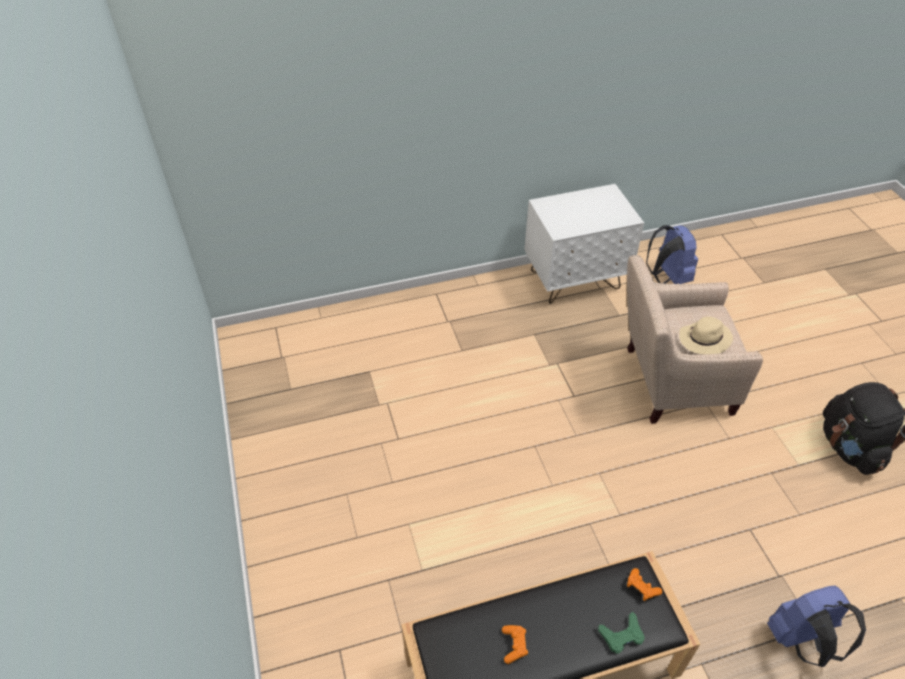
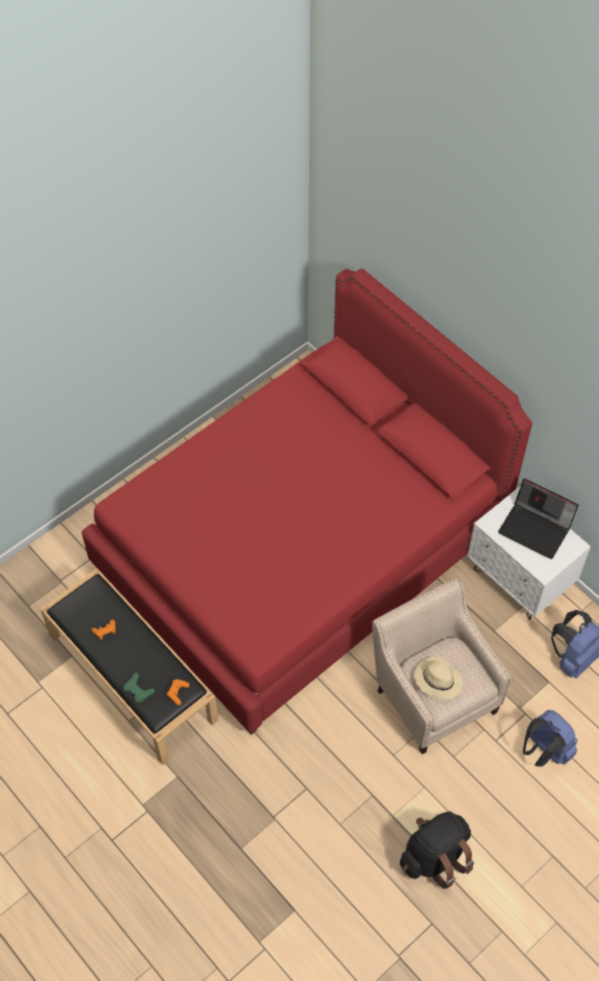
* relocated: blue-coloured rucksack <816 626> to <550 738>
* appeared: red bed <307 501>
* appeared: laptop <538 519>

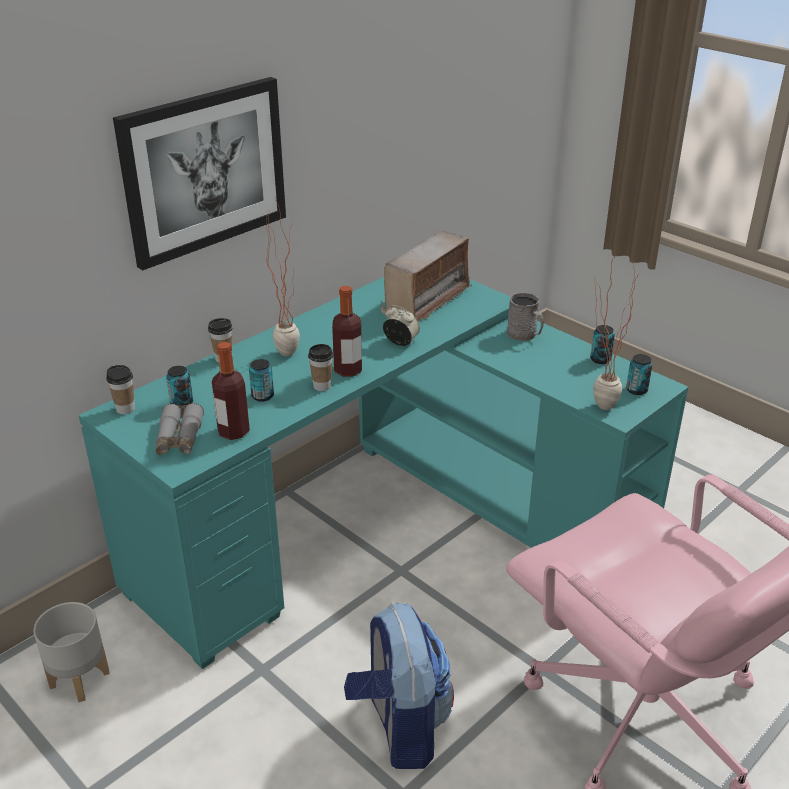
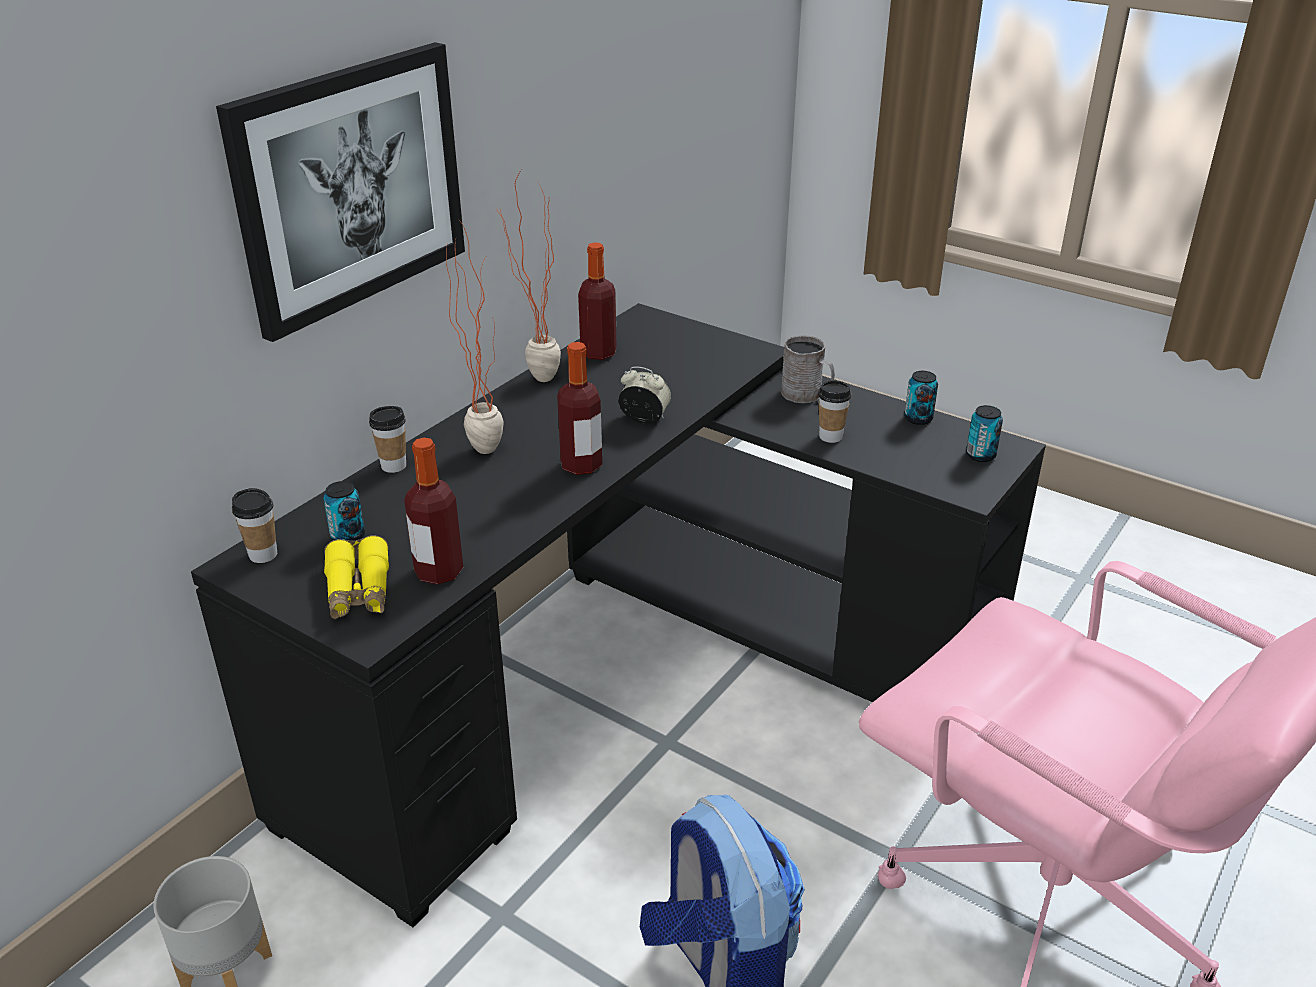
* missing: radio <426 276>
* relocated: houseplant <616 331> to <528 276>
* colour: turquoise-coloured desk <383 473> to black-coloured desk <618 615>
* relocated: drinking cup <320 367> to <834 411>
* missing: can <261 380>
* colour: grey binoculars <180 429> to yellowish binoculars <356 577>
* appeared: bottle <597 301>

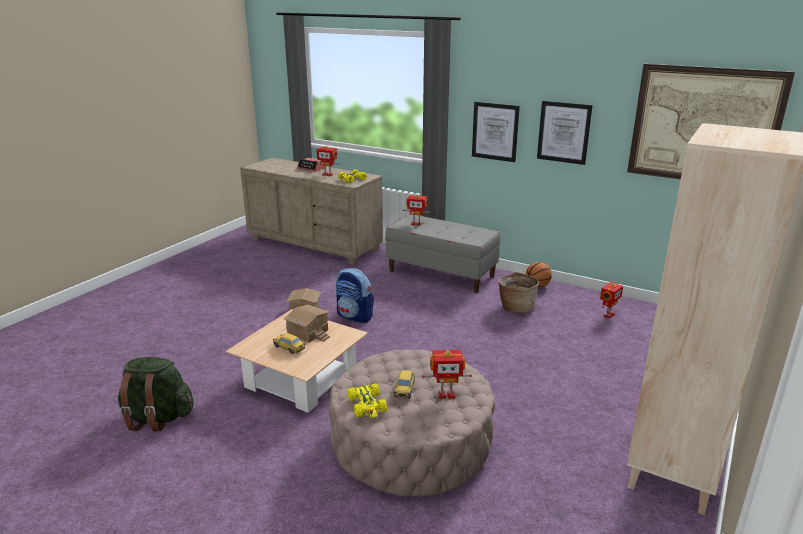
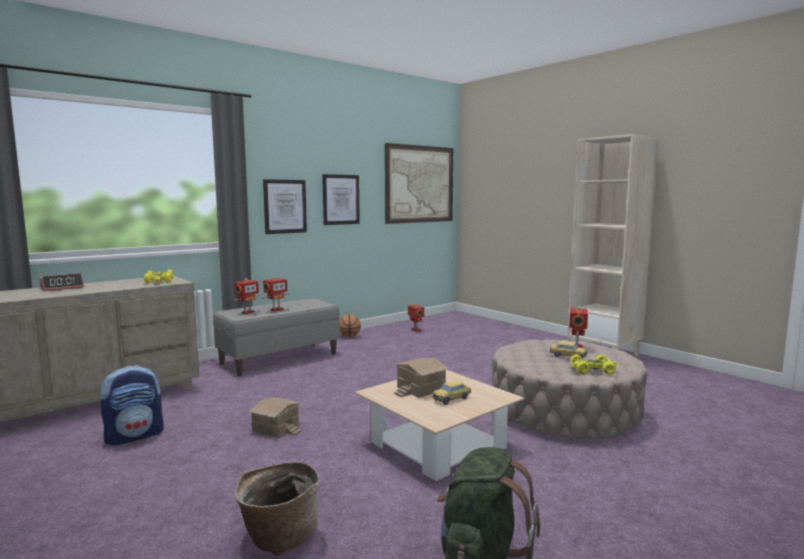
* relocated: toy robot <327 161> to <275 294>
* relocated: rucksack <355 295> to <132 405>
* relocated: basket <518 292> to <277 509>

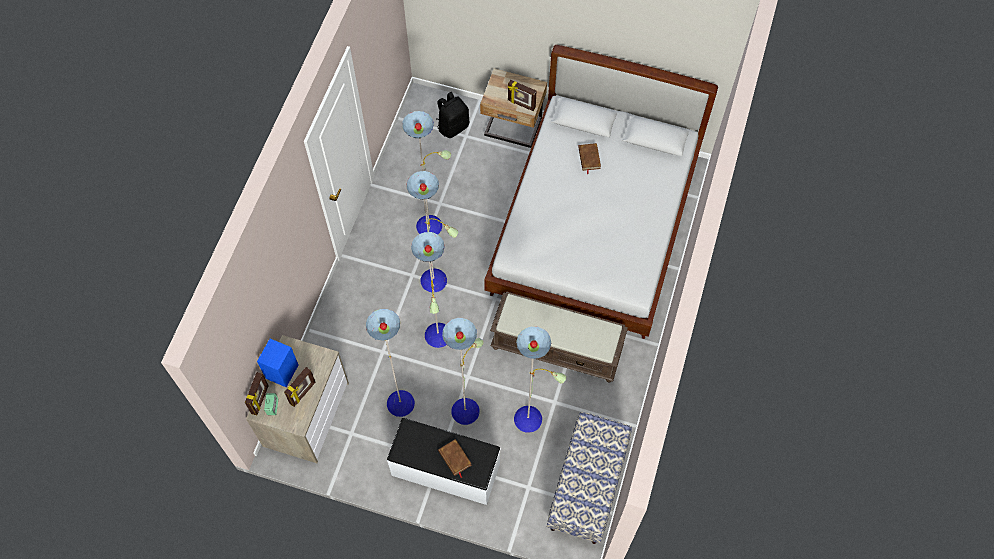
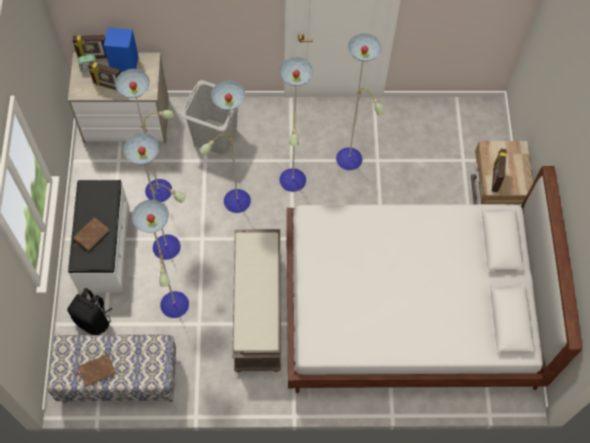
* relocated: black-coloured rucksack <453 115> to <90 311>
* relocated: brown book <589 158> to <95 370>
* appeared: grey washing basket <209 117>

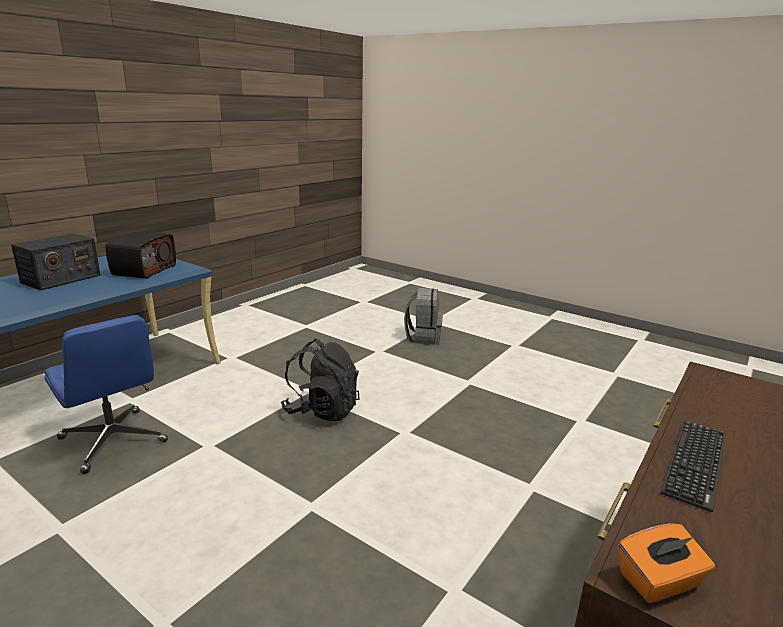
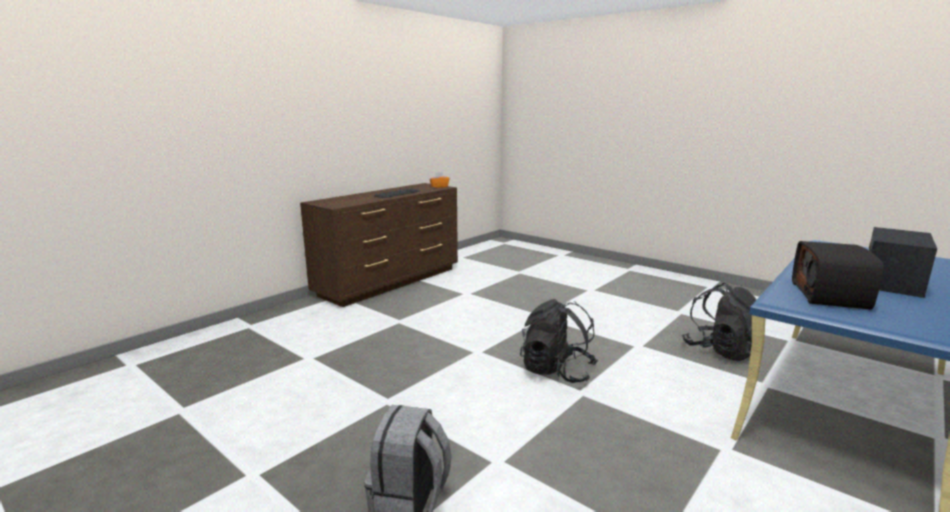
* exchanged: blue-coloured desk chair <106 394> to black-coloured rucksack <719 322>

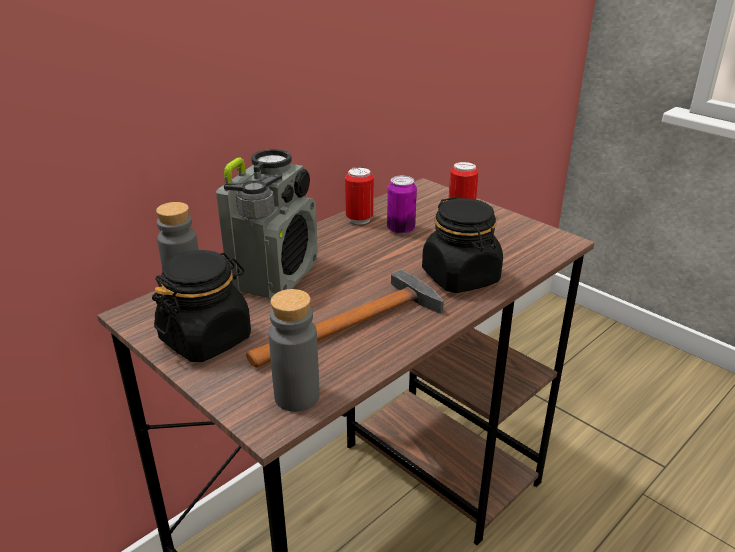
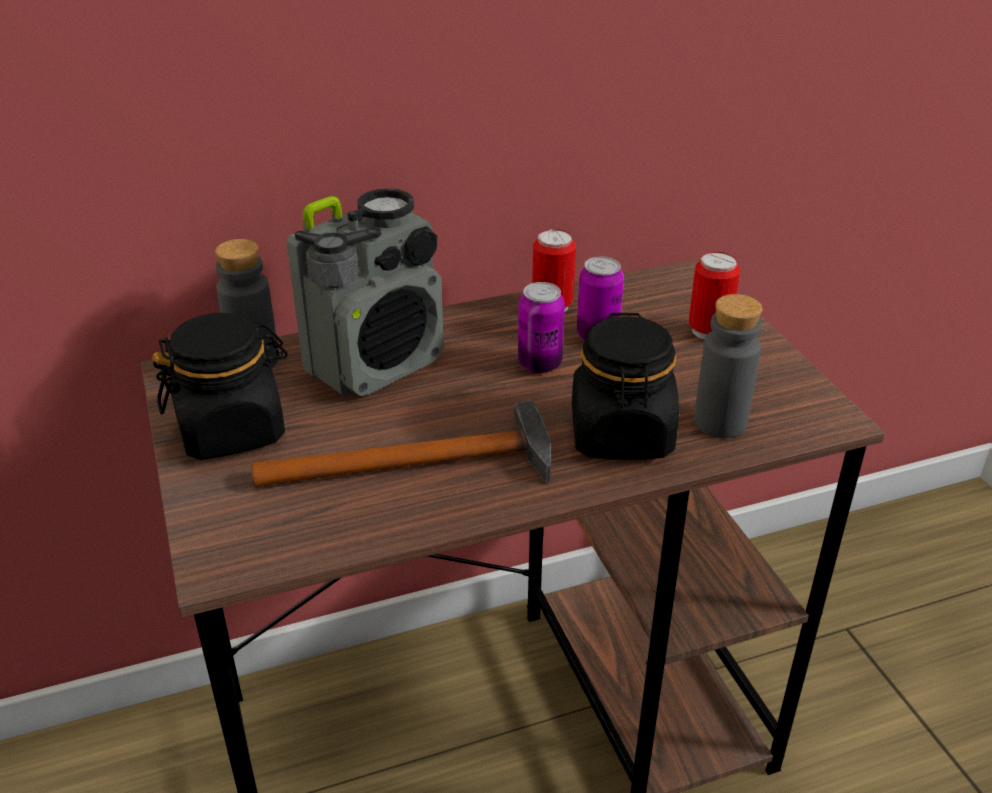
* relocated: grey bottle <294 350> to <728 366>
* appeared: can <541 328>

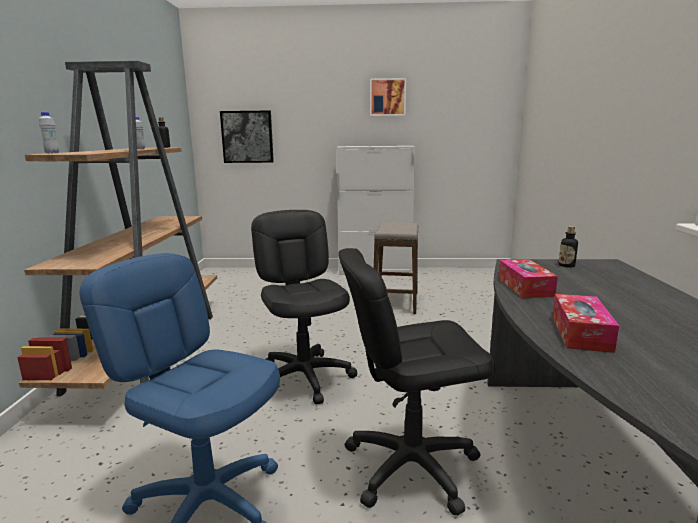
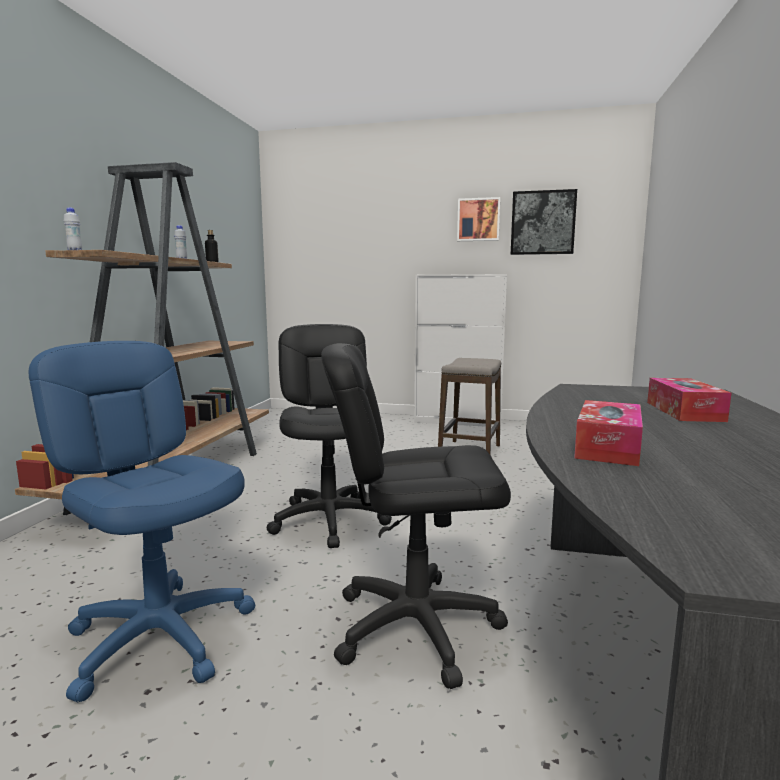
* relocated: picture <247 136> to <544 222>
* missing: bottle <568 247>
* relocated: tissue box <528 278> to <689 400>

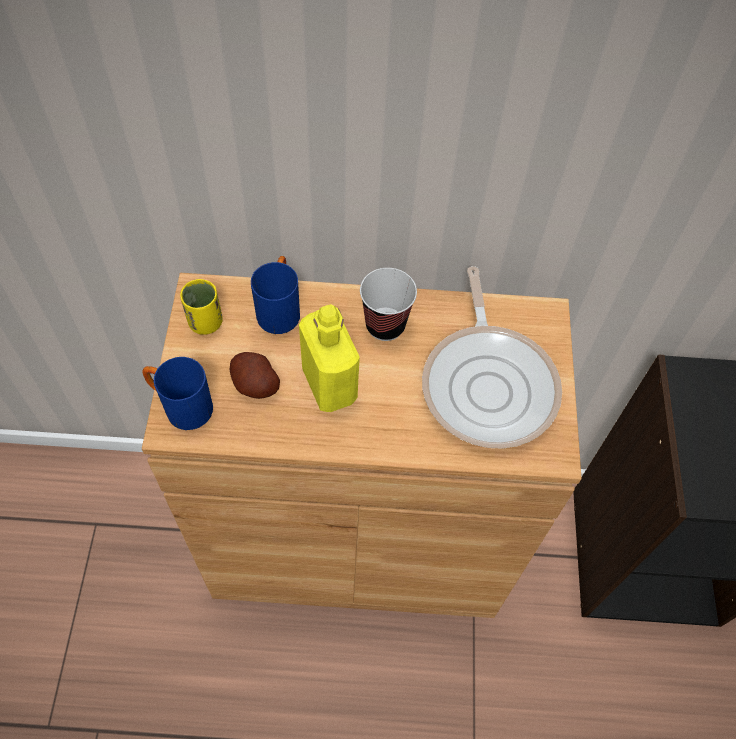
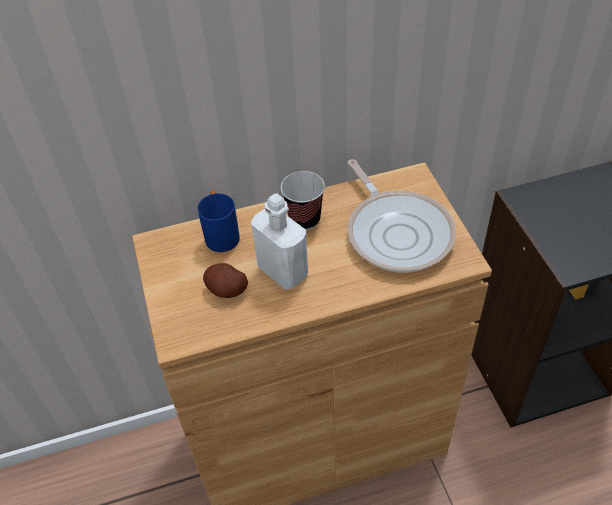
* missing: yellowish drinking cup <201 307>
* colour: yellowish bottle <329 358> to white-coloured bottle <279 241>
* missing: blue-coloured tea mug <177 393>

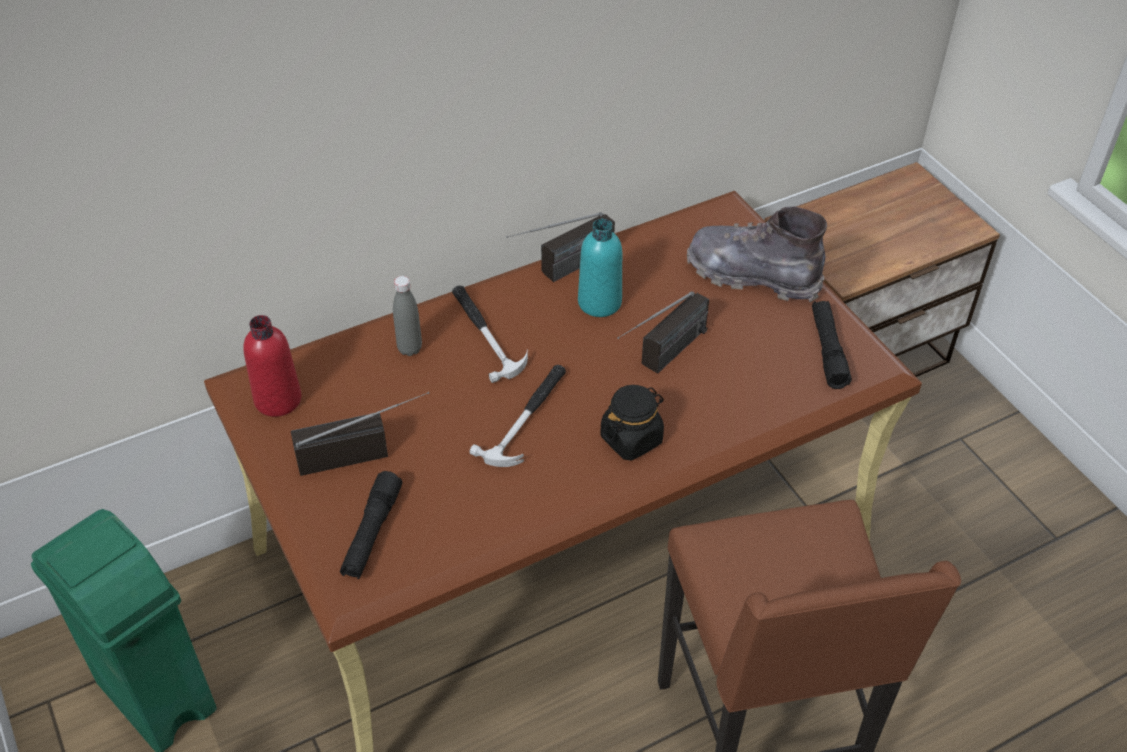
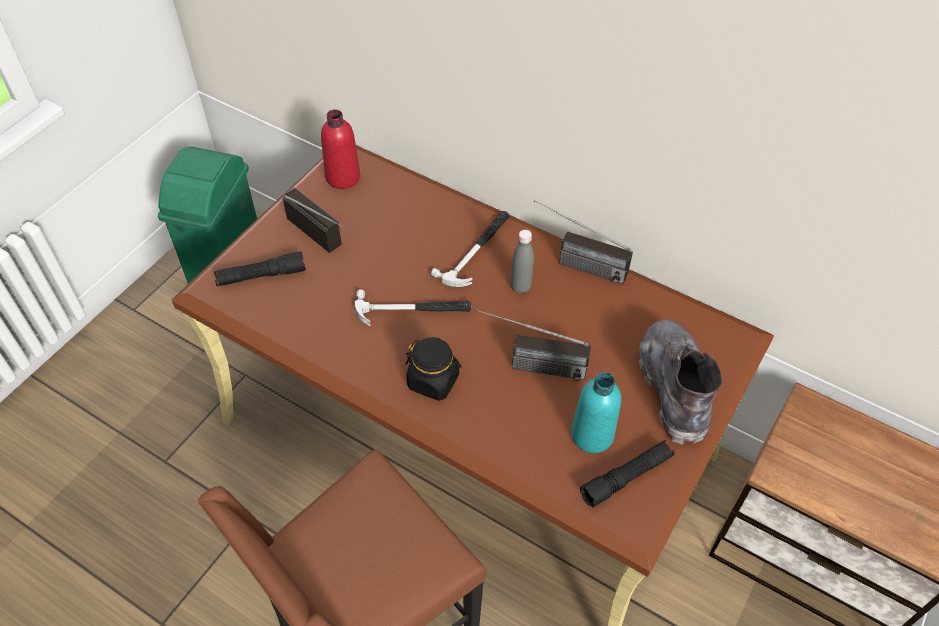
* relocated: turquoise-coloured bottle <600 268> to <596 412>
* relocated: grey bottle <407 316> to <522 261>

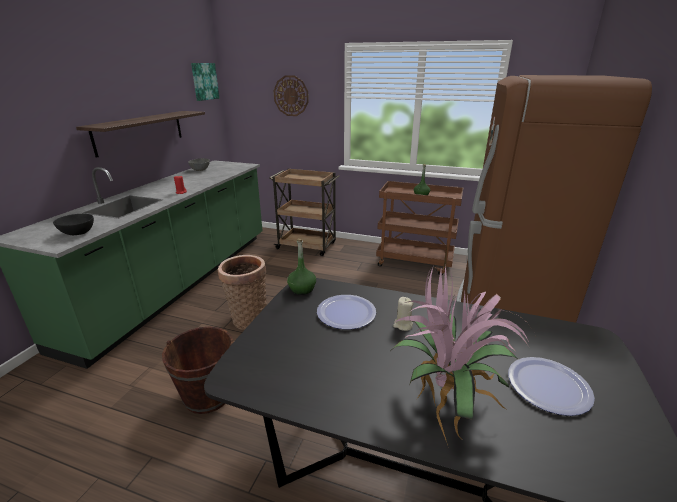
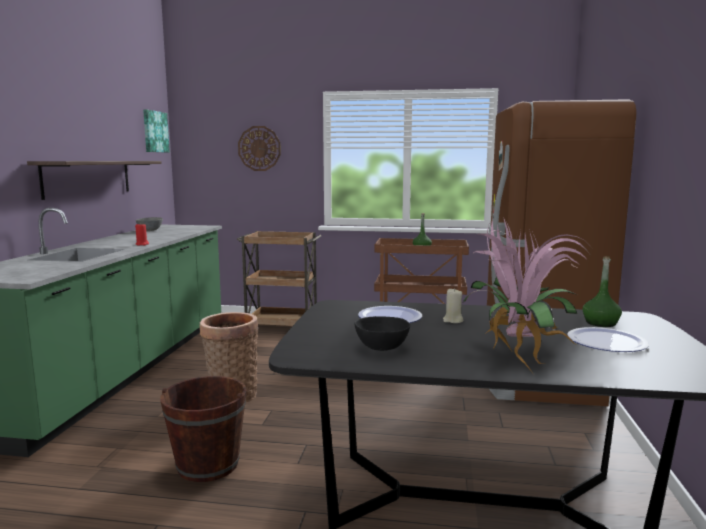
* relocated: black-coloured serving bowl <73 224> to <382 333>
* relocated: green-coloured bottle <301 267> to <602 291>

